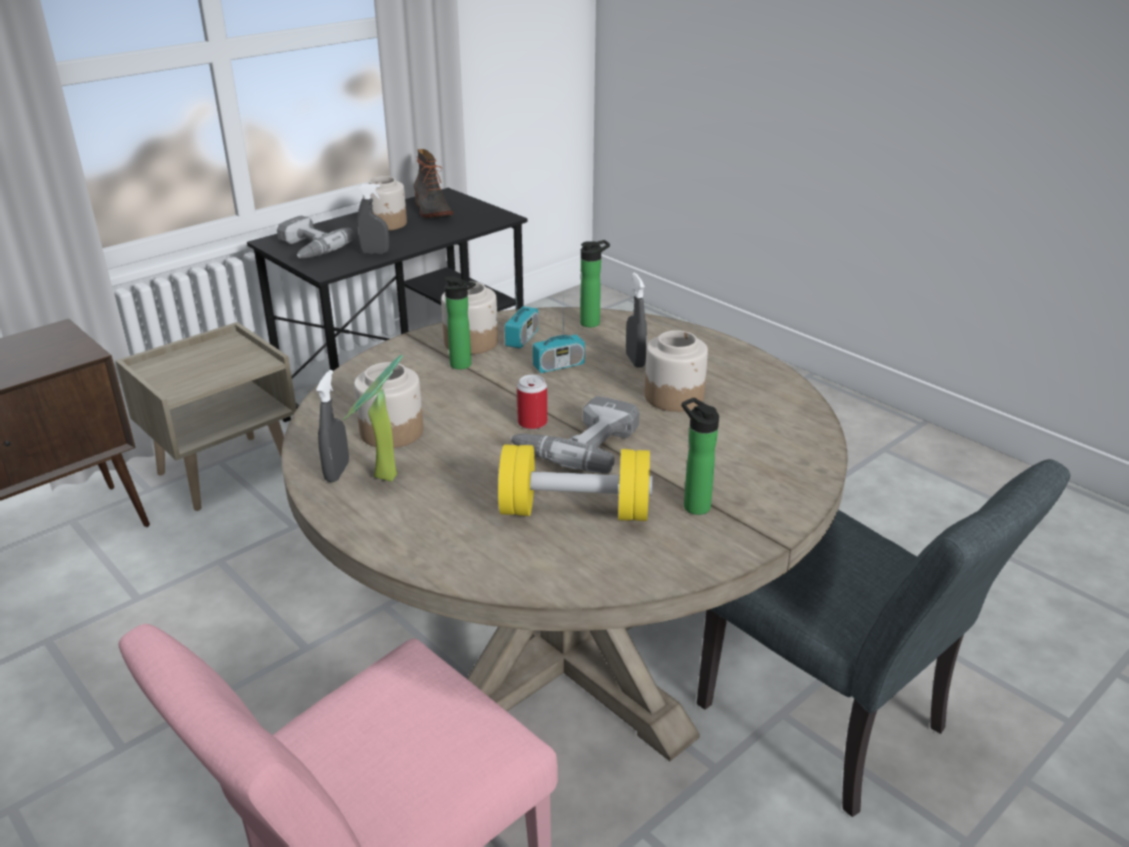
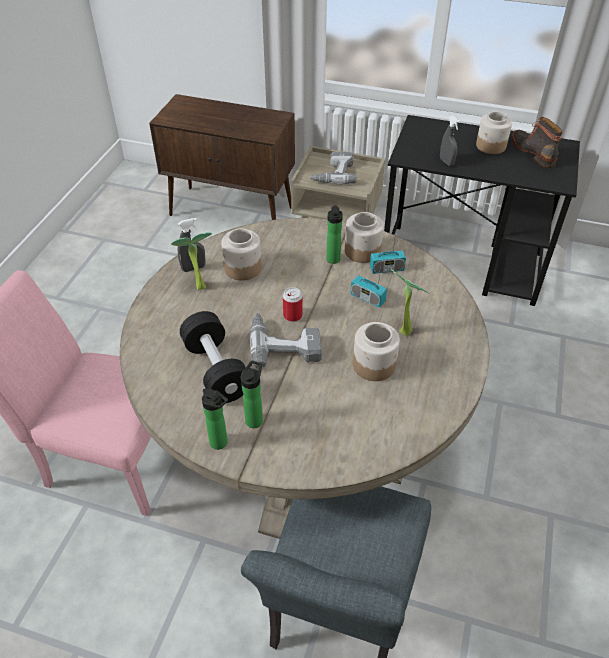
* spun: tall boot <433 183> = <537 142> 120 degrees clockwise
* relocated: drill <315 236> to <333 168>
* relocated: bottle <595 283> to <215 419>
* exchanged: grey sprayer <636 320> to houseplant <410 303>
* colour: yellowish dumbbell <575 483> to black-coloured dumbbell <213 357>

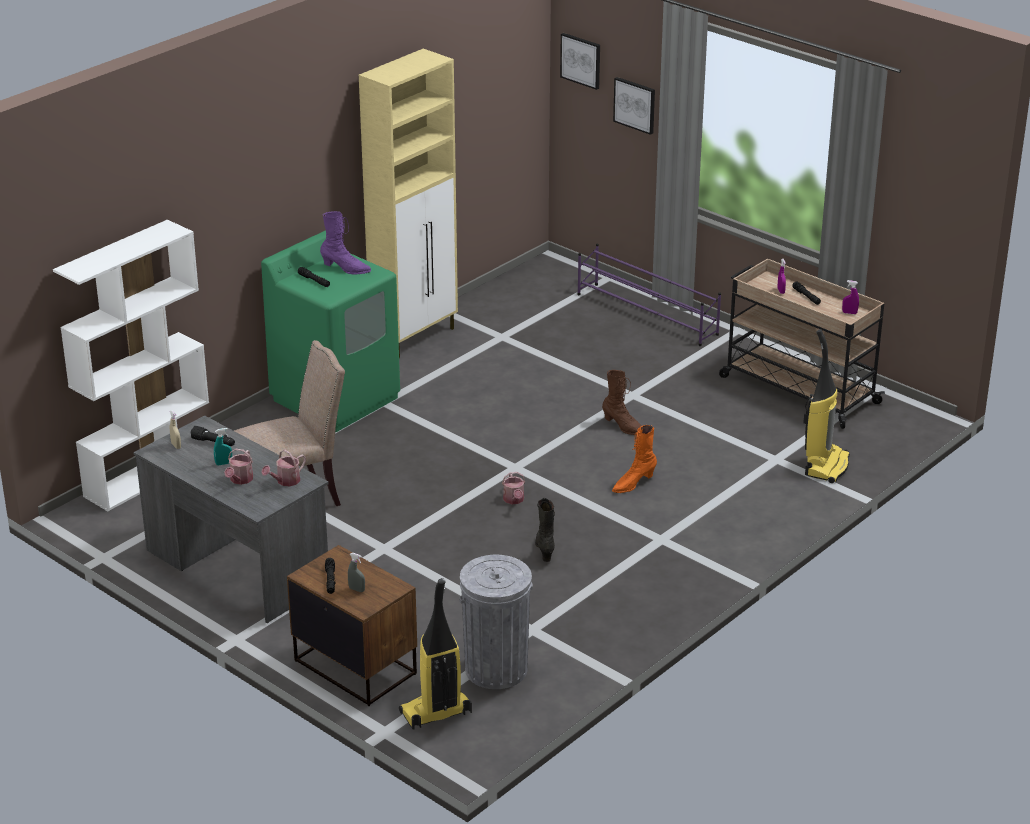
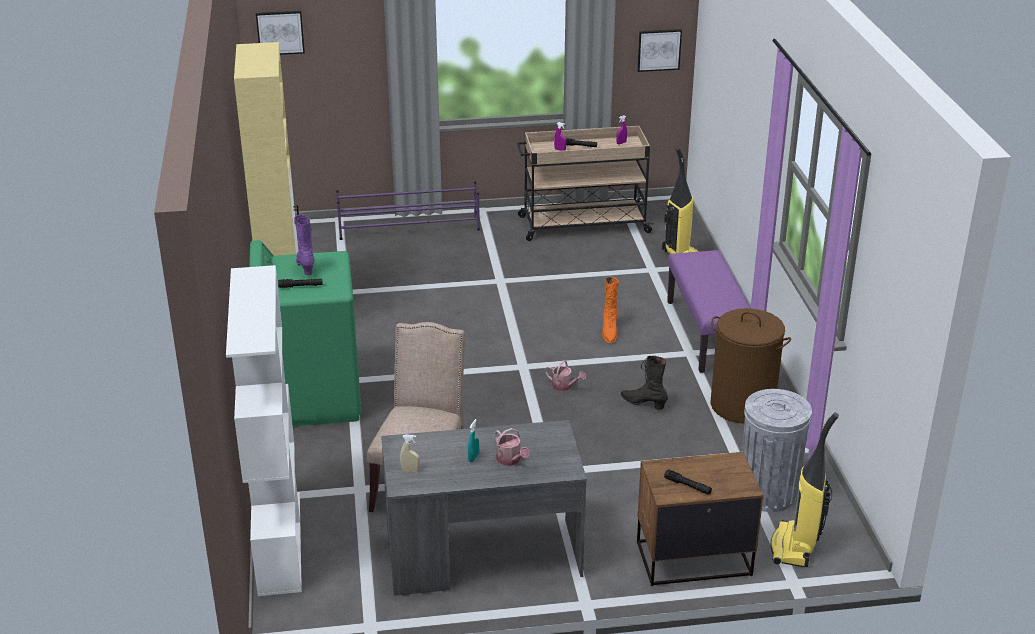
* relocated: picture <634 106> to <659 50>
* spun: purple-coloured tall boot <345 243> = <304 244> 75 degrees counterclockwise
* missing: brown tall boot <622 402>
* missing: black-coloured hand torch <213 436>
* missing: sprinkling can <283 468>
* missing: grey sprayer <356 572>
* appeared: purple-coloured long seat <709 311>
* appeared: brown washing basket <751 366>

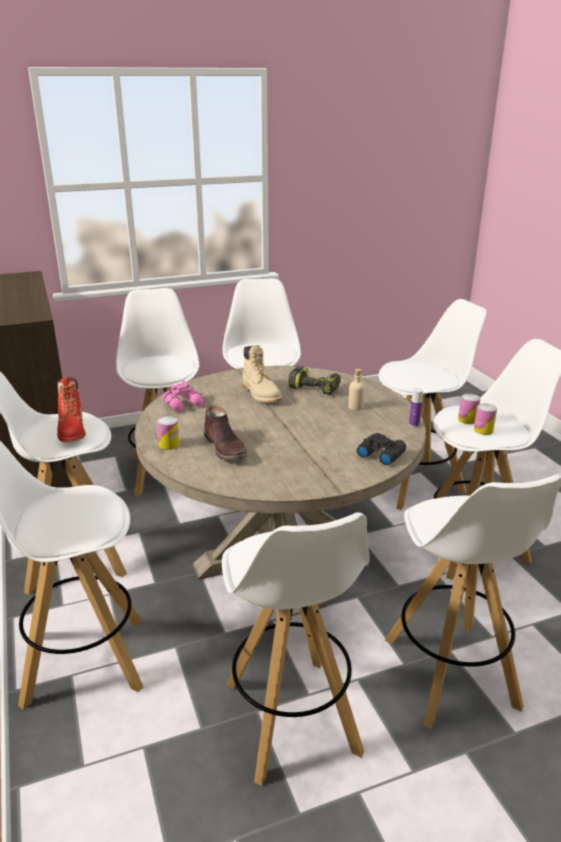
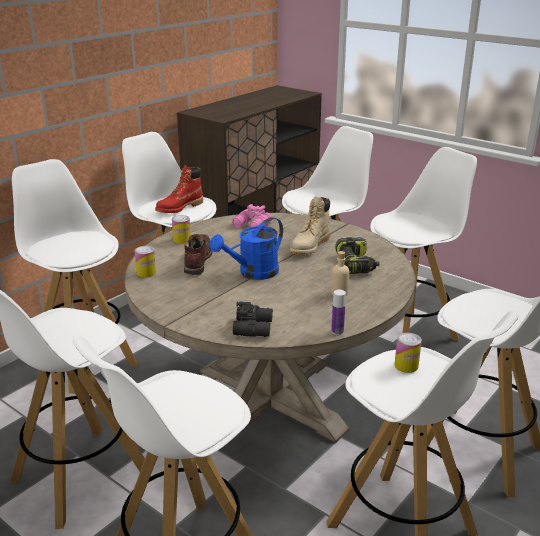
* relocated: can <485 419> to <145 262>
* spun: brown tall boot <225 433> = <198 254> 150 degrees clockwise
* appeared: blue-coloured sprinkling can <246 248>

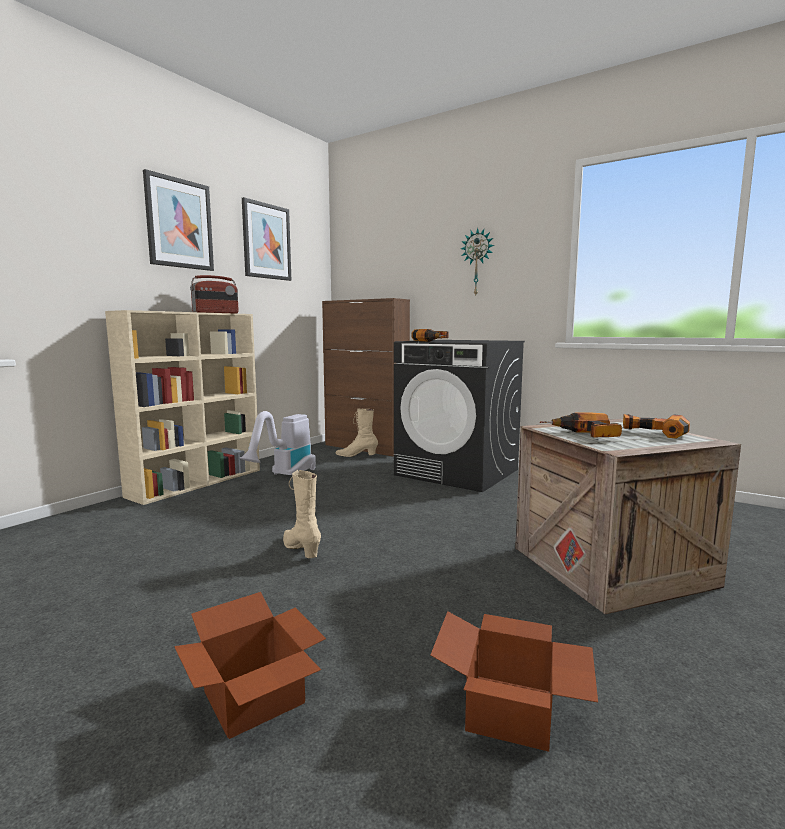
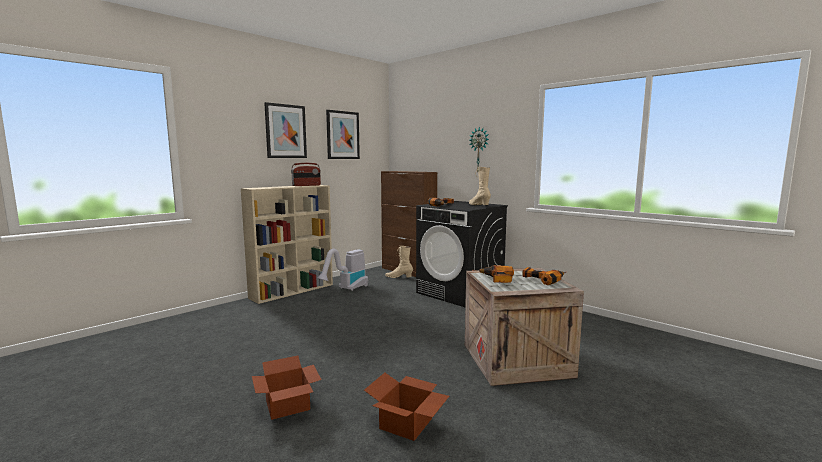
* relocated: beige-coloured tall boot <302 514> to <480 186>

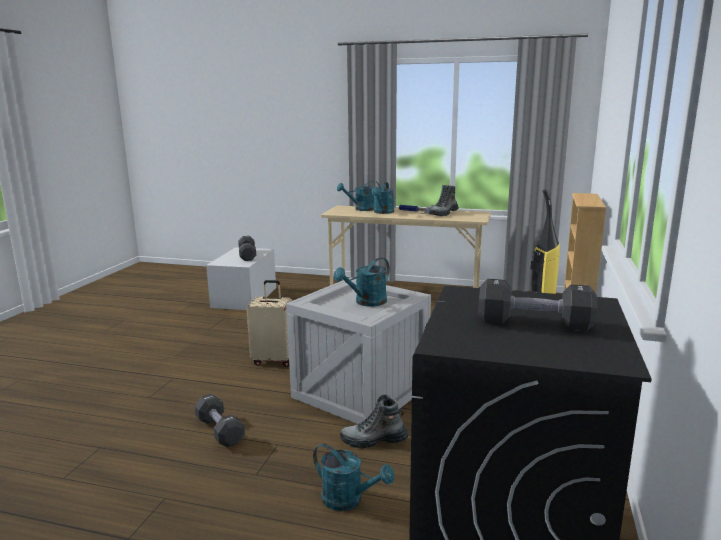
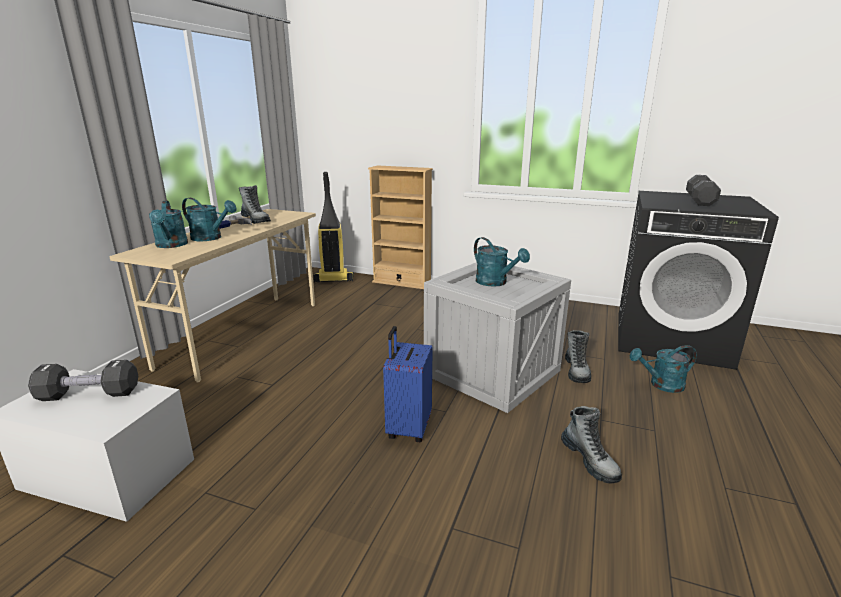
* colour: beige-coloured suitcase <269 323> to blue-coloured suitcase <407 384>
* exchanged: black-coloured dumbbell <220 420> to tall boot <591 444>
* spun: turquoise-coloured sprinkling can <354 477> = <663 369> 135 degrees counterclockwise

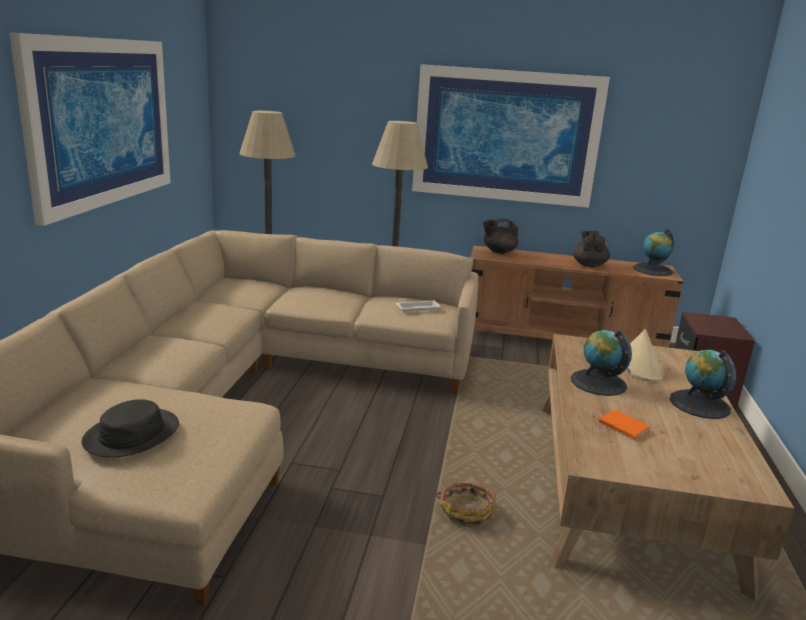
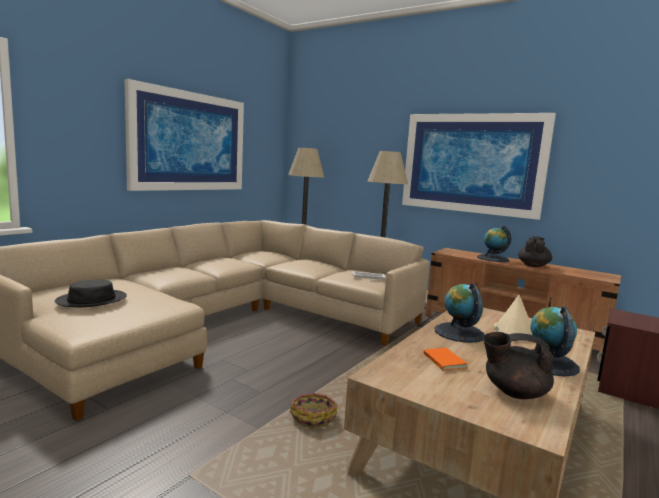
* relocated: black-coloured tea pot <501 236> to <518 365>
* relocated: globe <653 252> to <494 244>

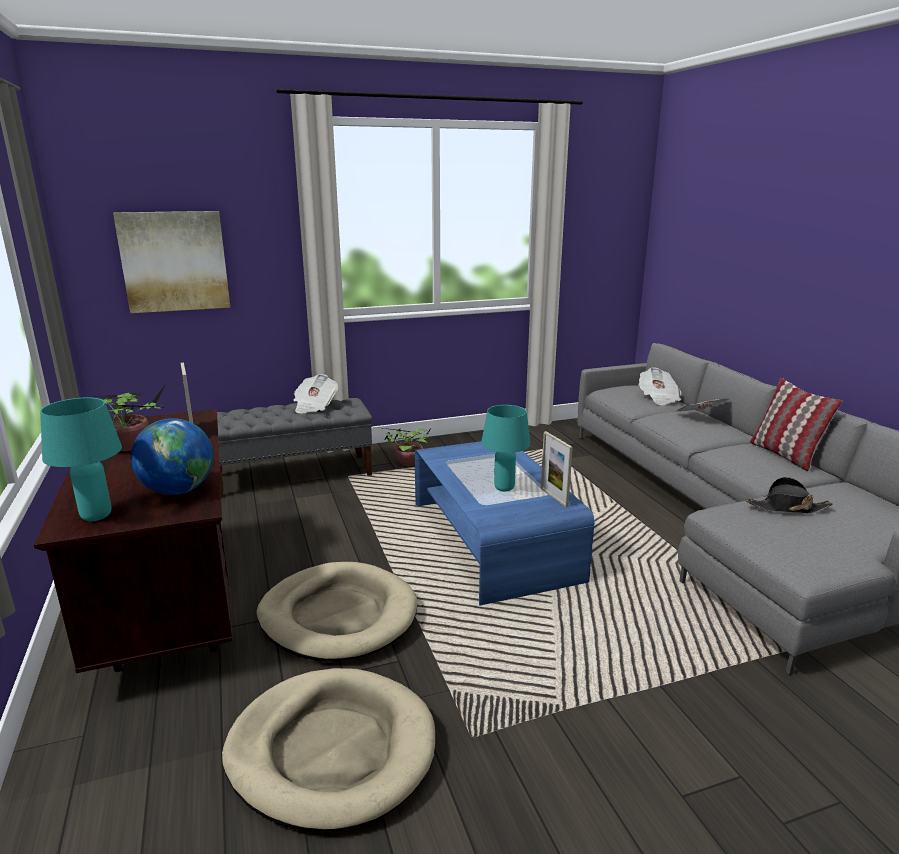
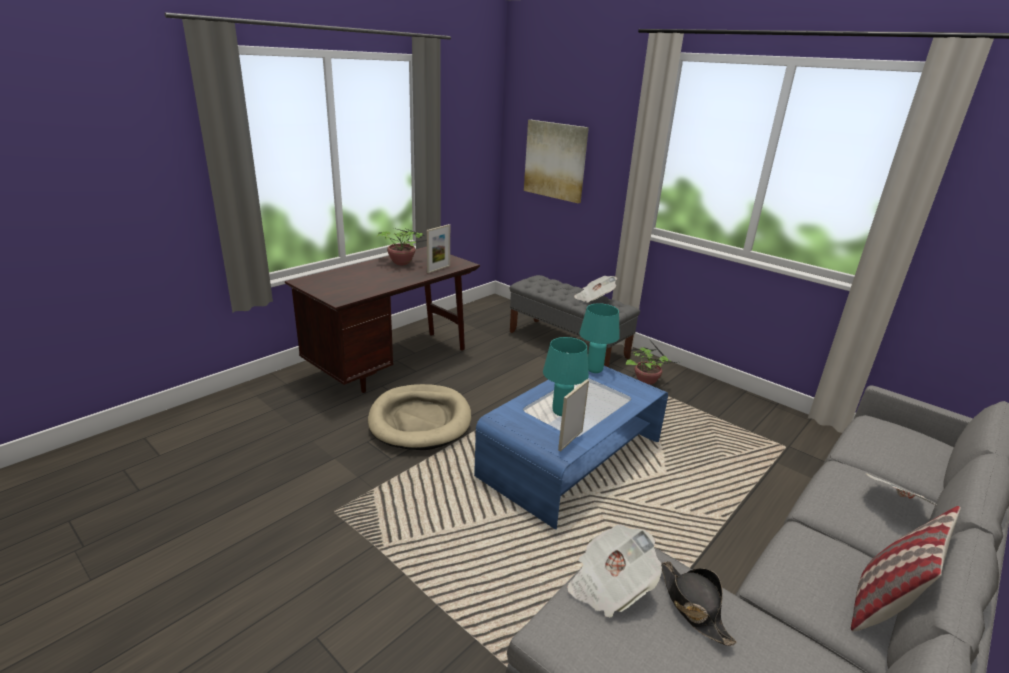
* relocated: newspaper <659 386> to <614 571>
* relocated: turquoise-coloured lamp for a table <81 459> to <599 338>
* missing: globe <172 456>
* missing: beige-coloured dog cushion <328 750>

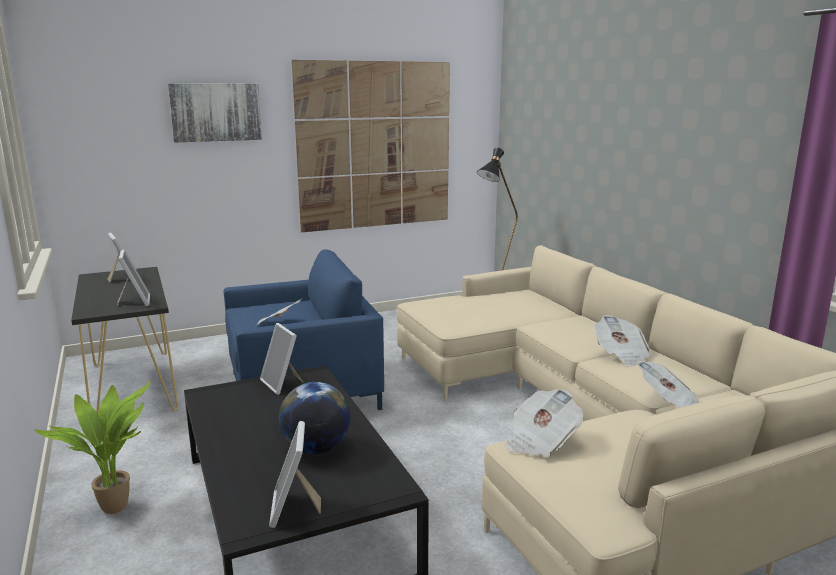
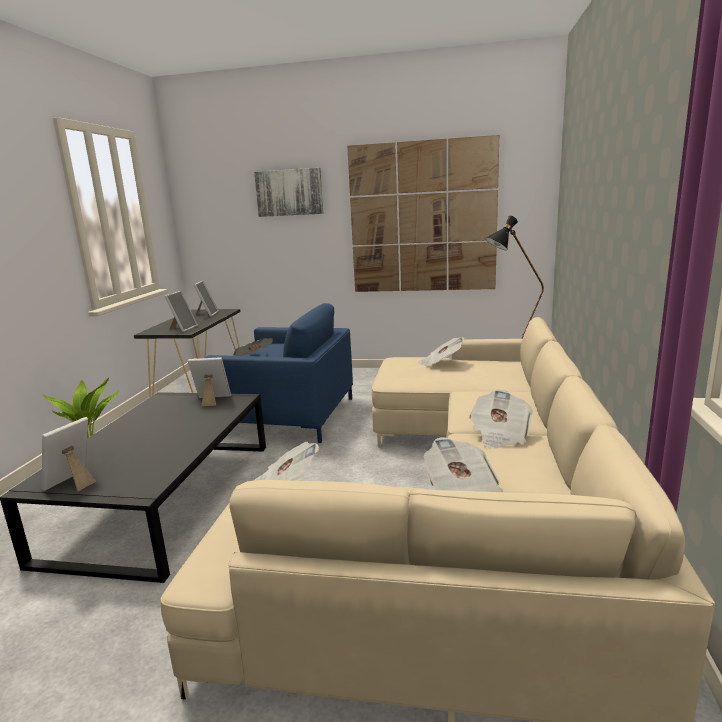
* spun: photo frame <281 359> = <209 381> 90 degrees clockwise
* missing: globe <314 418>
* appeared: newspaper <441 352>

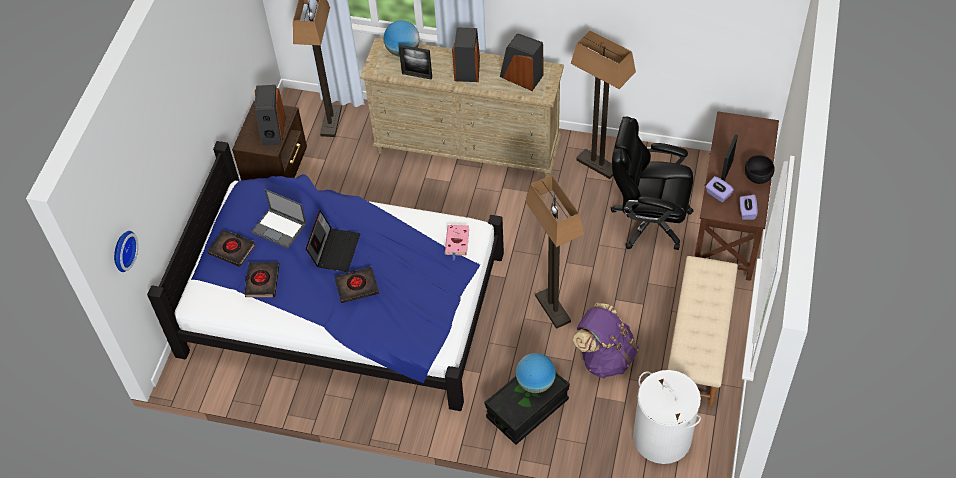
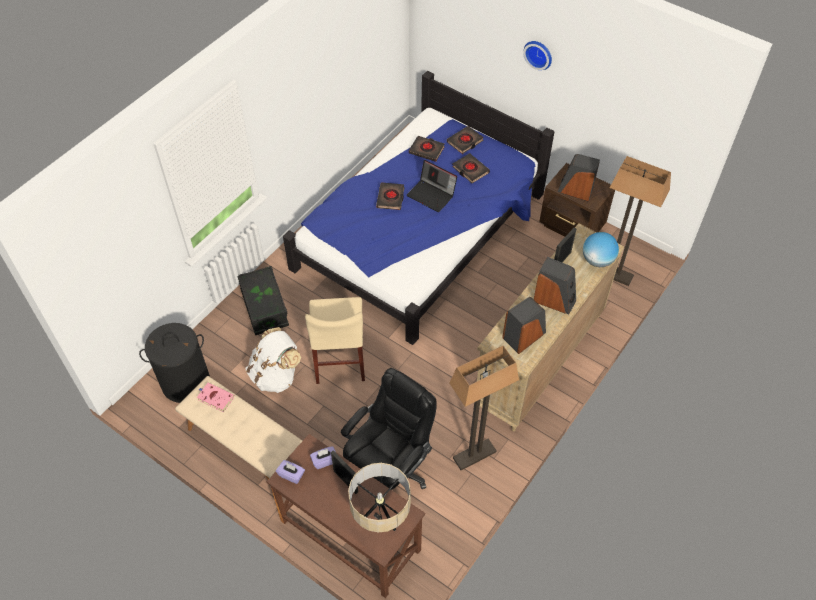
* missing: black-coloured serving bowl <760 169>
* exchanged: standard lamp <554 252> to beige-coloured chair <335 340>
* exchanged: laptop <278 218> to black-coloured book <471 168>
* relocated: pinkish book <457 243> to <216 397>
* relocated: wall clock <126 251> to <537 55>
* colour: purple-coloured rucksack <606 340> to white-coloured rucksack <273 360>
* missing: globe <536 373>
* colour: white-coloured washing basket <667 417> to black-coloured washing basket <174 363>
* appeared: beige-coloured lamp for a table <379 498>

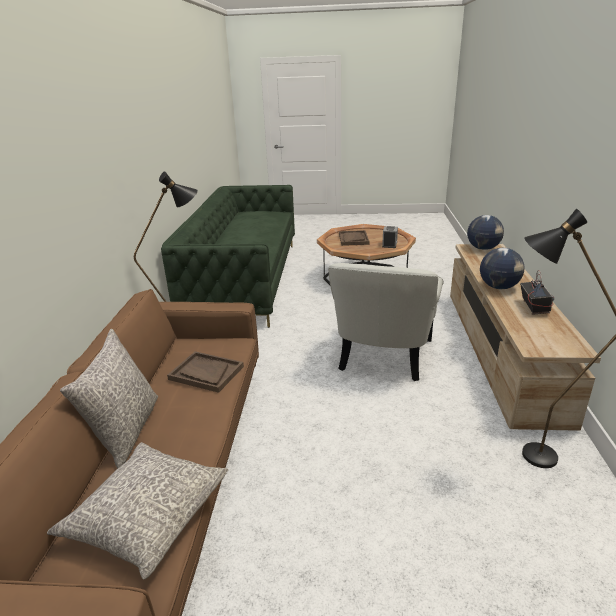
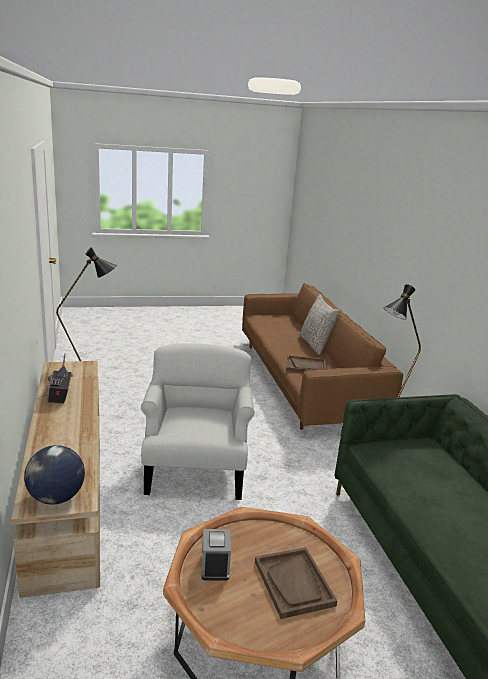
* missing: globe <502 268>
* missing: grey pillow <137 510>

